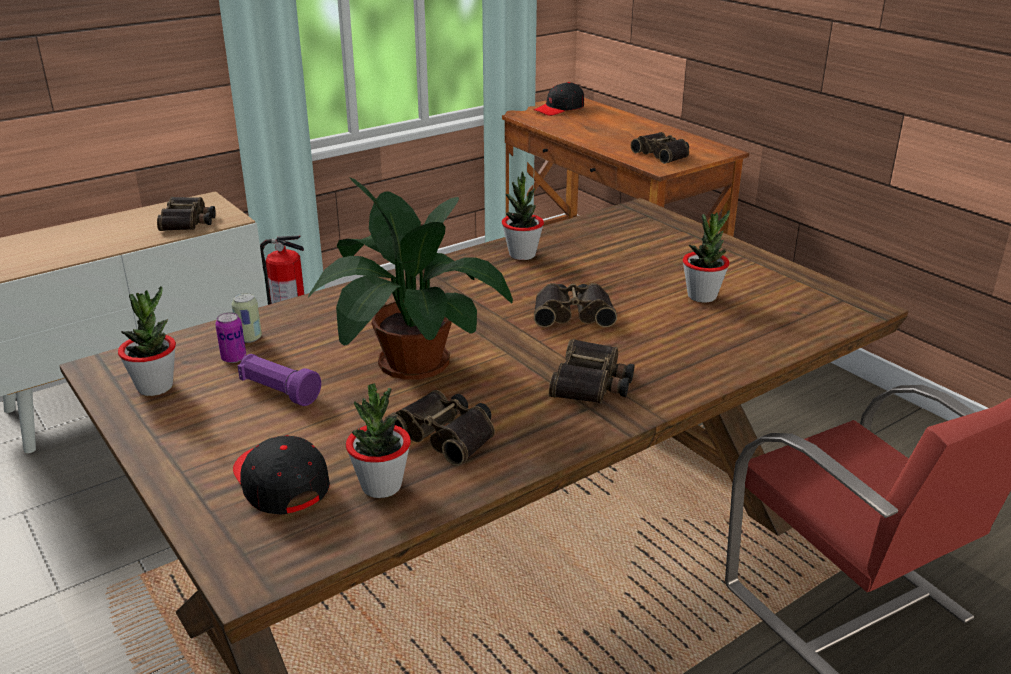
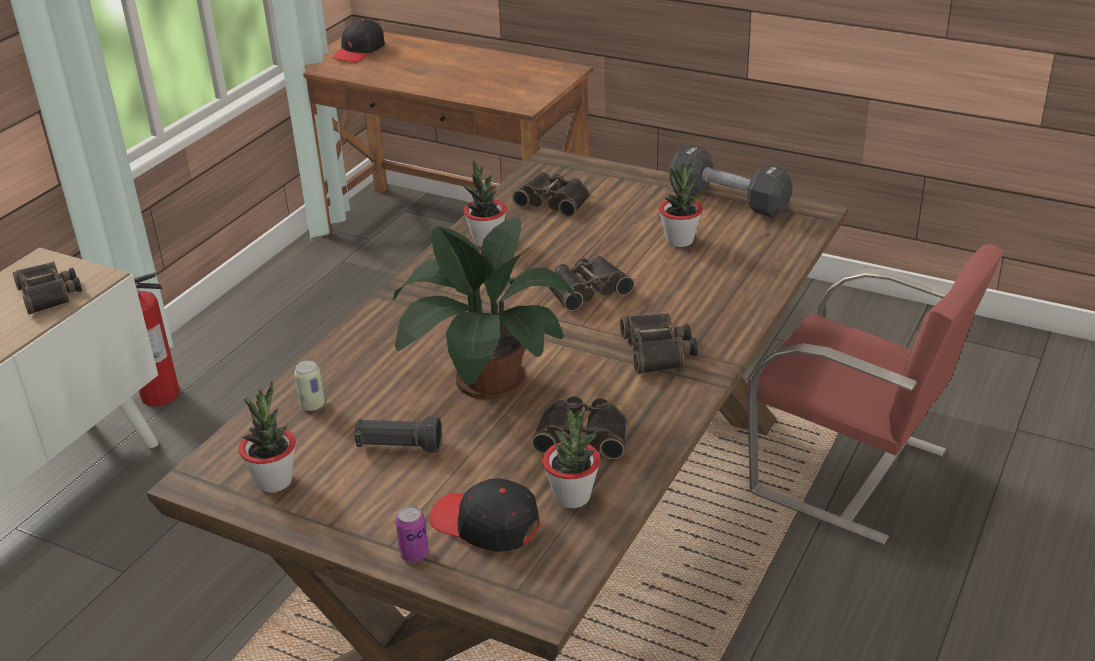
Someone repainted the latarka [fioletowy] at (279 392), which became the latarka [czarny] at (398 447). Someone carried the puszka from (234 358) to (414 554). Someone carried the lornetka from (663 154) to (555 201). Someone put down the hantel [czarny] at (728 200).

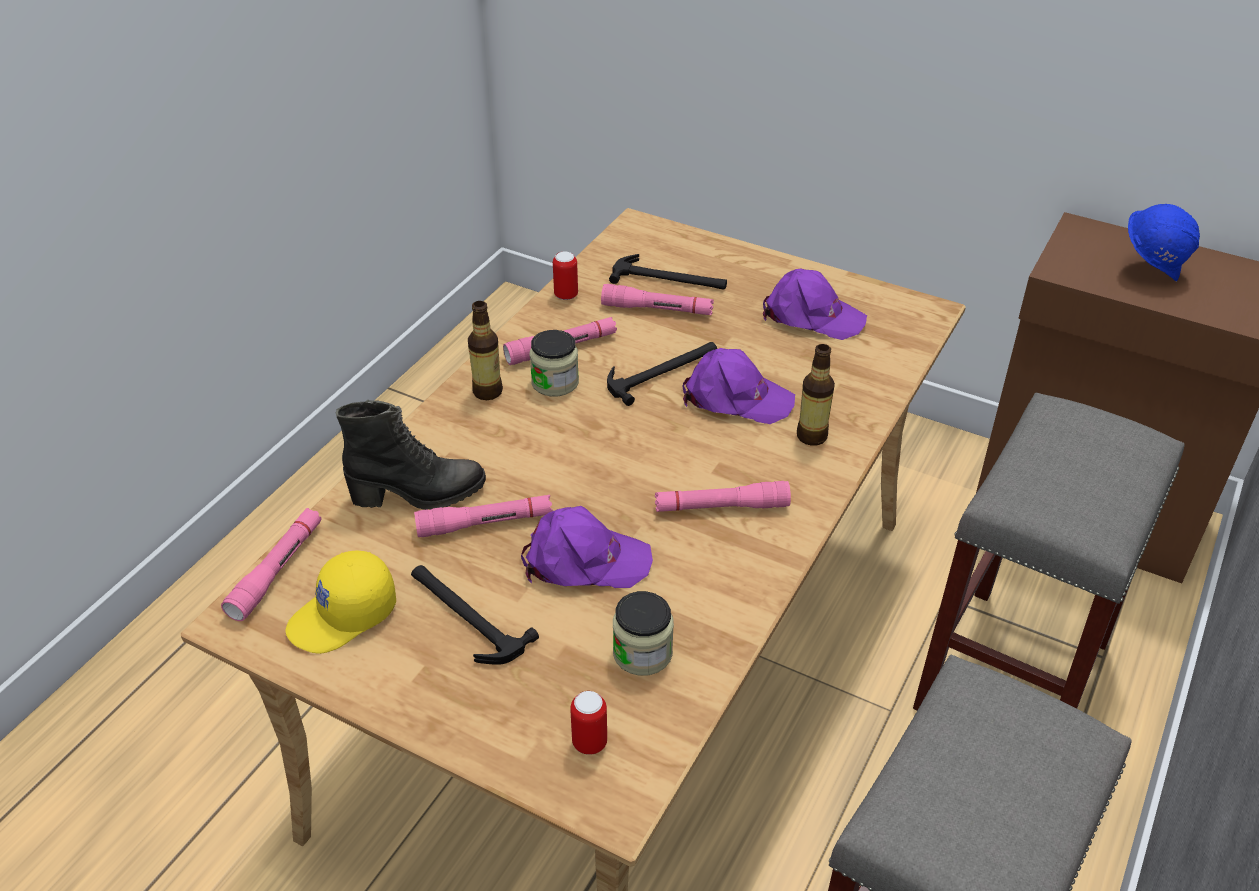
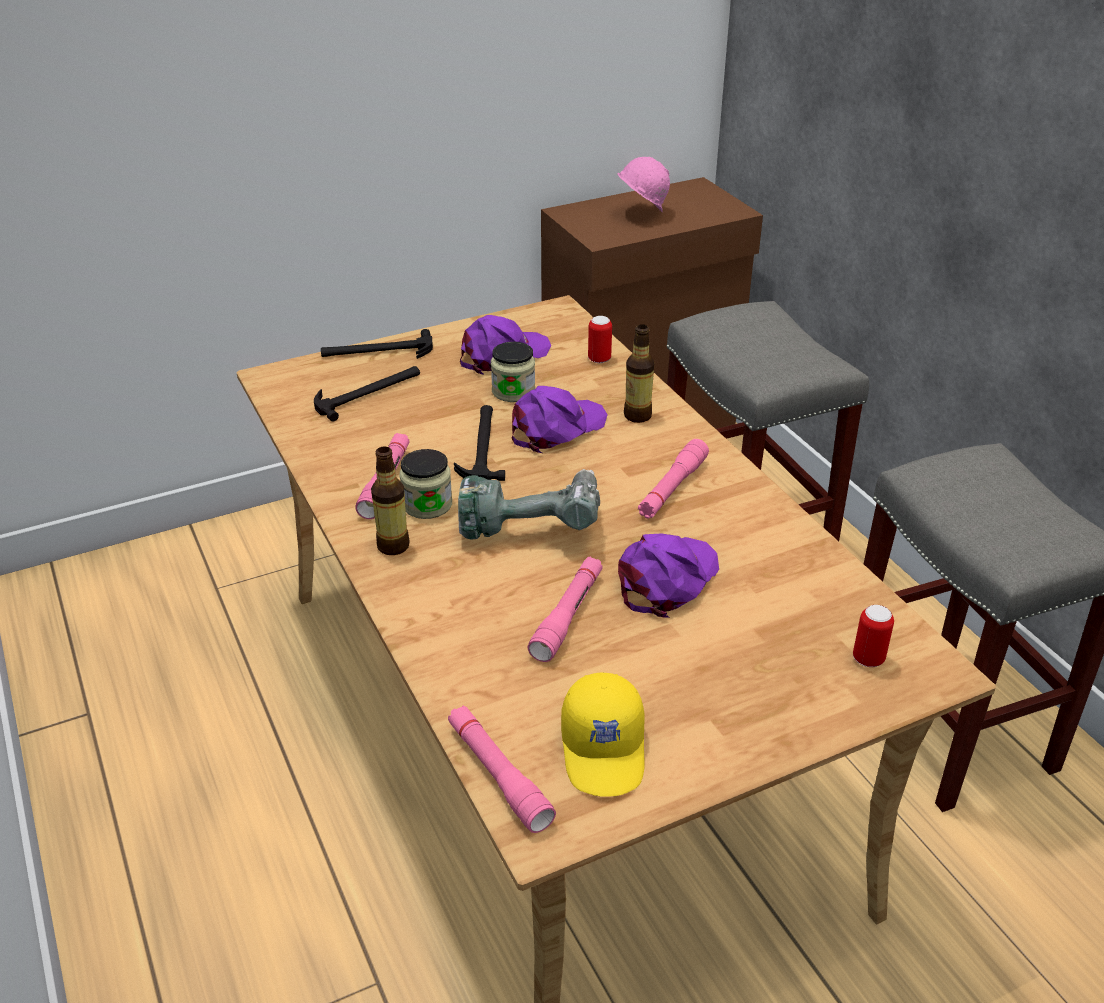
Someone carried the młotek from (464 615) to (377 351). Someone put down the wiertarka at (530 523). Someone carried the słoik from (642 653) to (513 391). Someone carried the puszka from (566 295) to (599 359). Someone repainted the kask [niebieski] at (1150 270), which became the kask [różowy] at (640 214). Someone took away the but z cholewką [czarny] at (418 494). Someone took away the latarka [różowy] at (657 309).

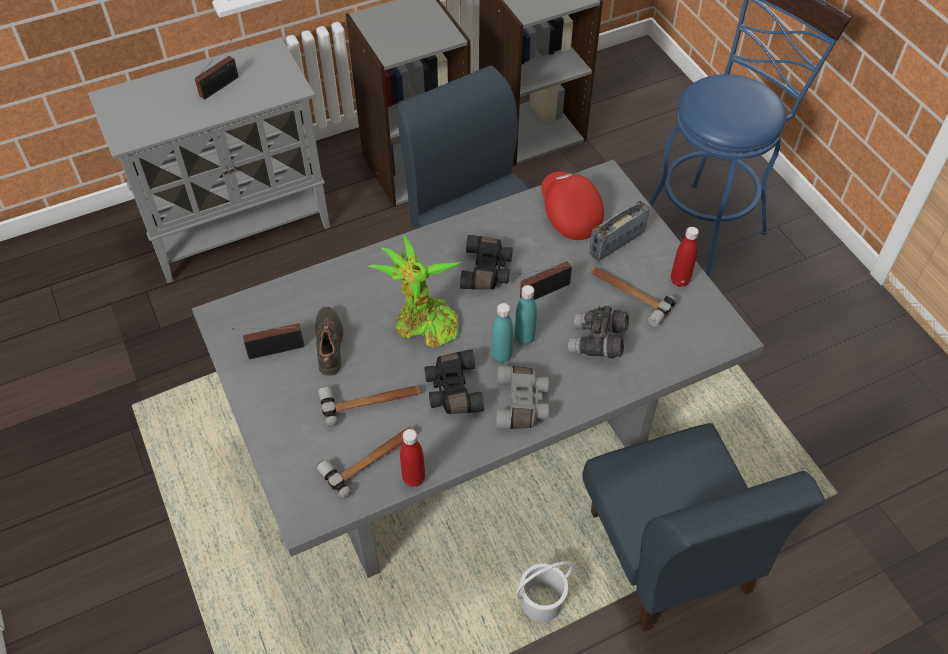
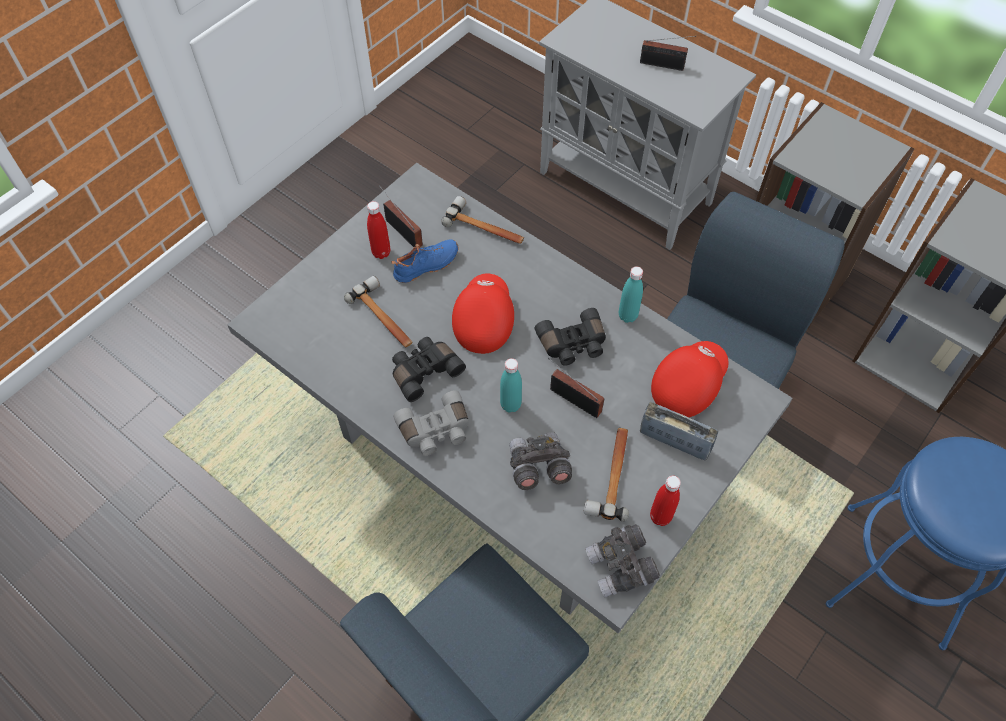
Someone carried the butelka [czerwony] from (414 478) to (381 252). Someone repainted the but [czarny] at (331 345), which became the but [niebieski] at (427 266). Someone carried the młotek from (371 458) to (485 228). Someone swapped the roślina doniczkowa at (423 325) for the czapka z daszkiem [czerwony] at (483 321). Someone put down the lornetka [szary] at (621 567). Someone carried the butelka [turkusowy] from (501 355) to (627 316). Someone took away the wiadro [biały] at (542 603).

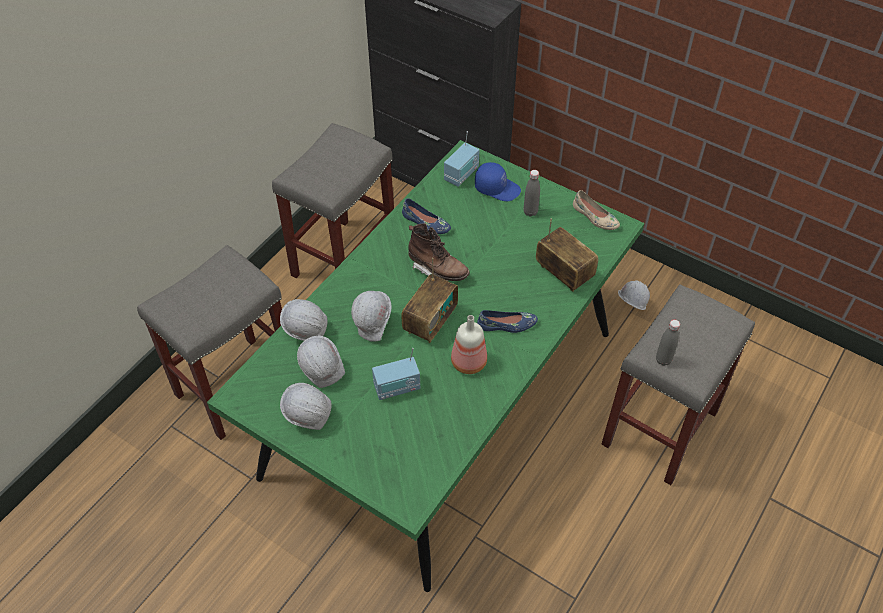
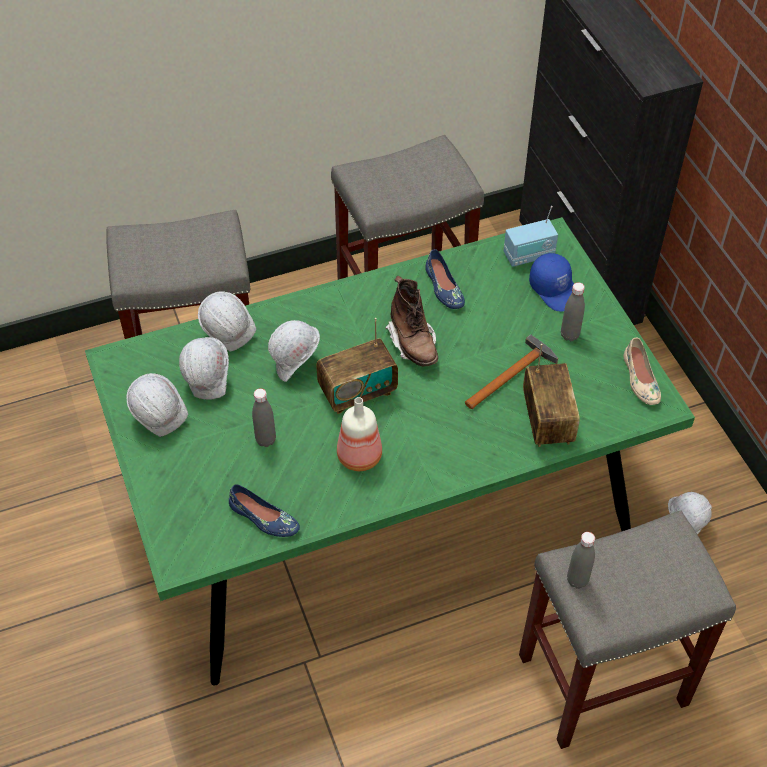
Someone carried the but [niebieski] from (507 325) to (263 518). Someone swapped the radio at (397 388) for the butelka [szary] at (266 440). Someone put down the młotek at (512 375).

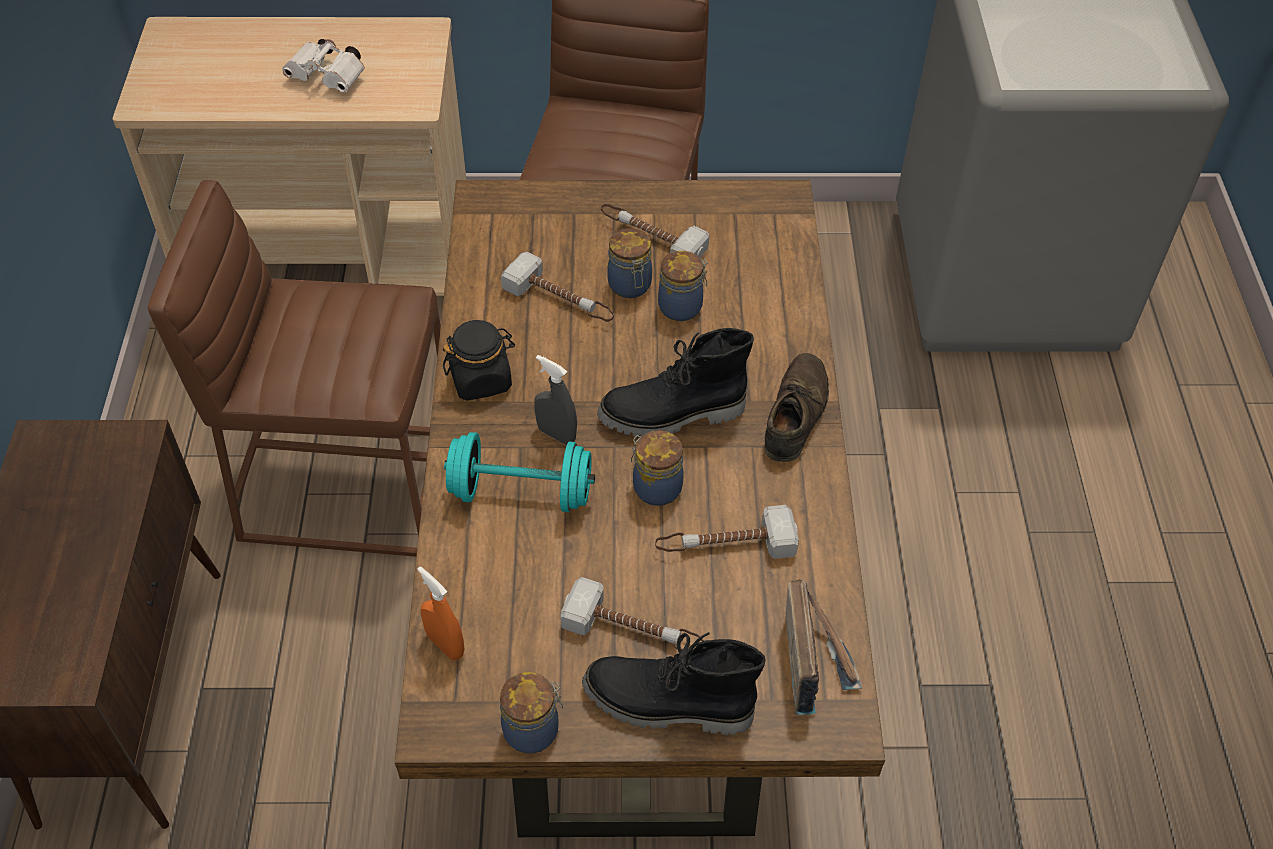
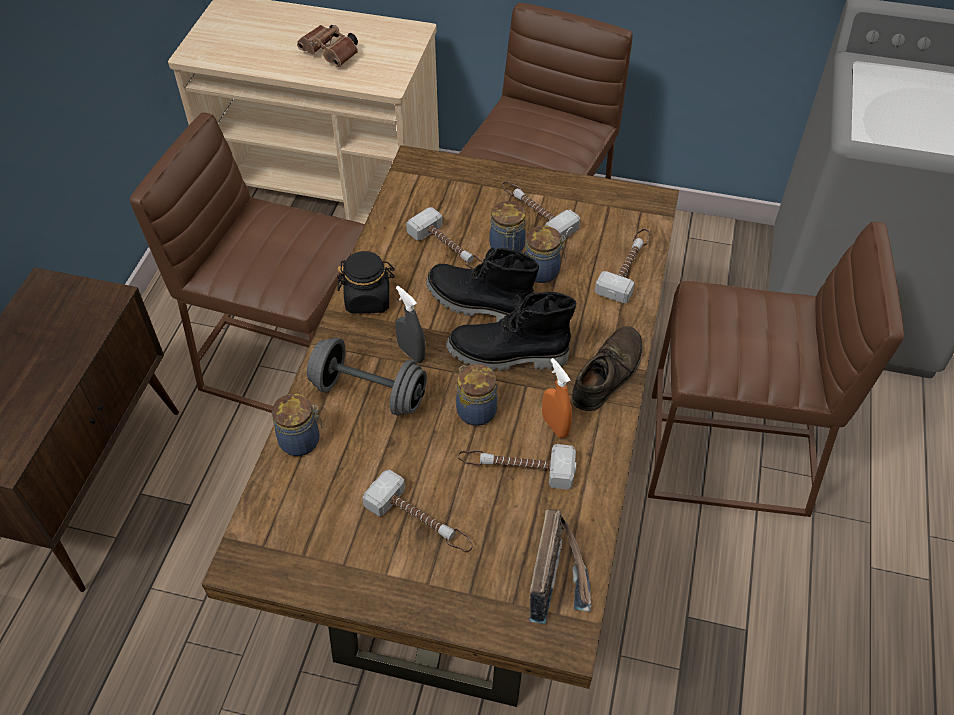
Someone carried the słoik from (533 729) to (301 441). Someone repainted the lornetka [biały] at (329 78), which became the lornetka [brązowy] at (332 55). Someone repainted the hantel [turkusowy] at (521 492), which became the hantel [szary] at (369 393). Someone carried the but z cholewką [czarny] from (667 706) to (478 305). Someone carried the spryskiwacz [pomarańczowy] from (445 645) to (555 426). Someone put down the młotek at (627 267). Someone put down the stołek [brązowy] at (729 455).

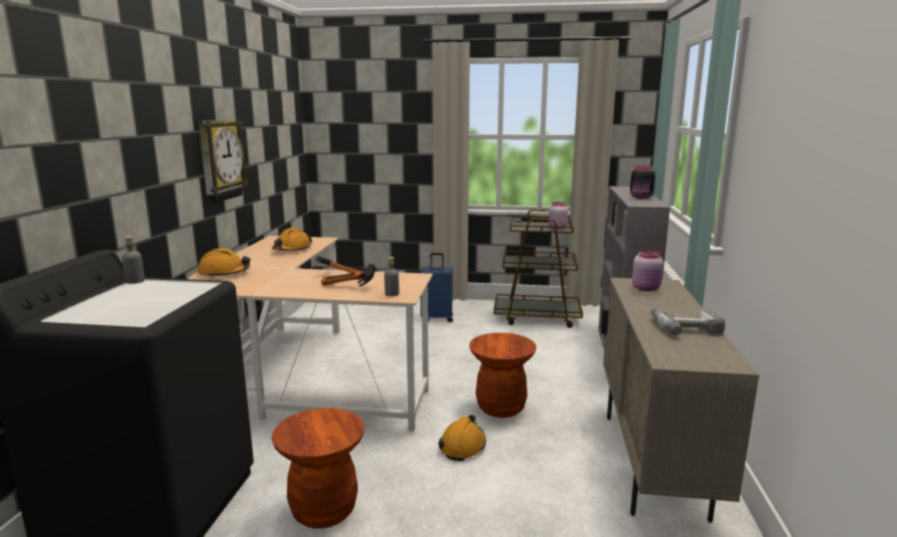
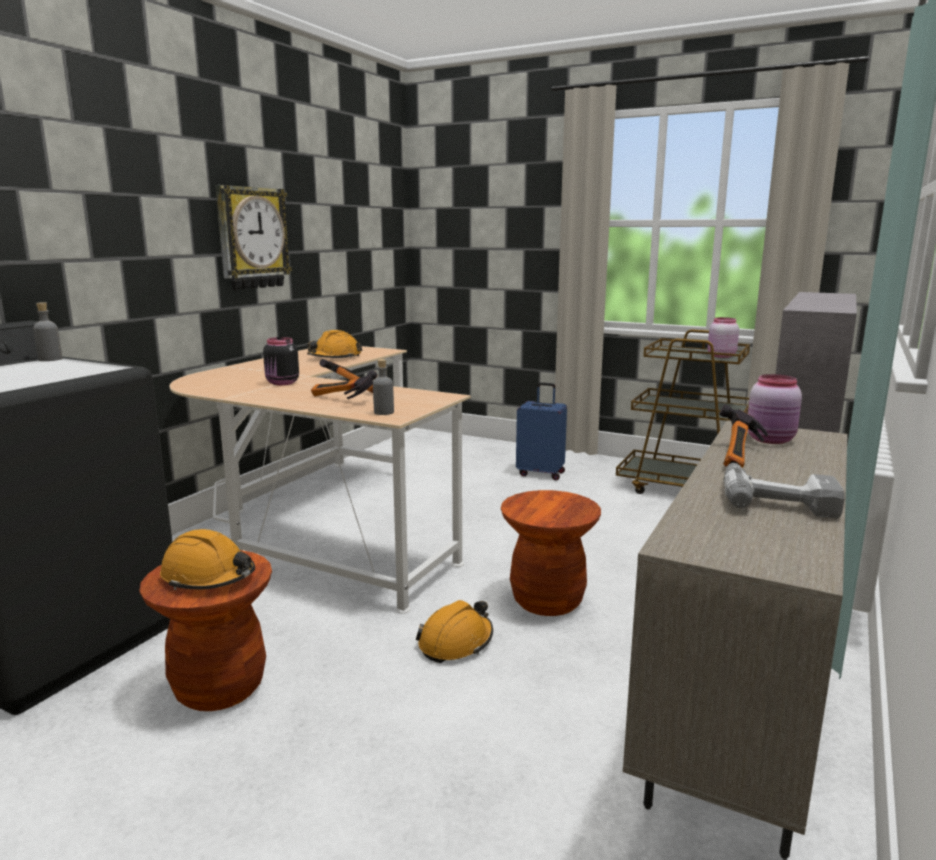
Someone carried the kask [pomarańczowy] from (224 273) to (209 577). Someone carried the słoik [czarny] from (641 197) to (282 383). Someone put down the młotek at (742 457).

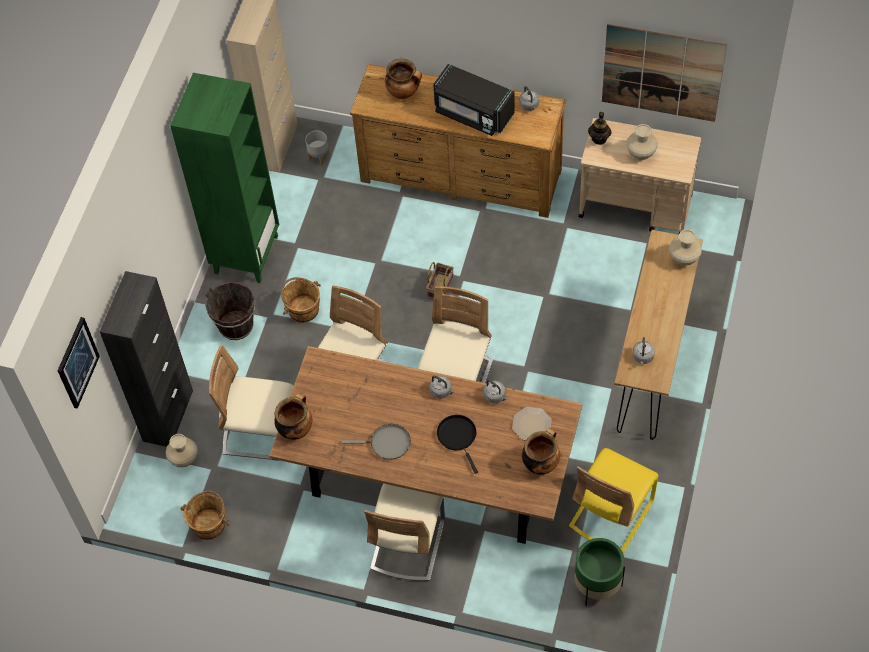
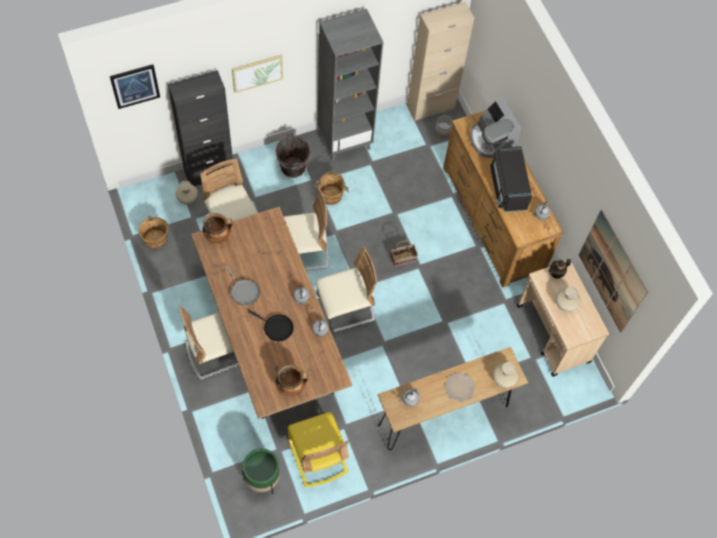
Someone put up the obraz at (257 72). Someone rotated the patelnia [czarny] at (458 437) by 90 degrees clockwise. Someone rotated the krzesło [żółty] at (611 513) by 105 degrees counterclockwise. Someone repainted the regał [zielony] at (246 254), which became the regał [szary] at (345 141). Someone carried the talerz from (532 424) to (460 388). Someone swapped the garnek at (404 93) for the ekspres do kawy at (491 140).

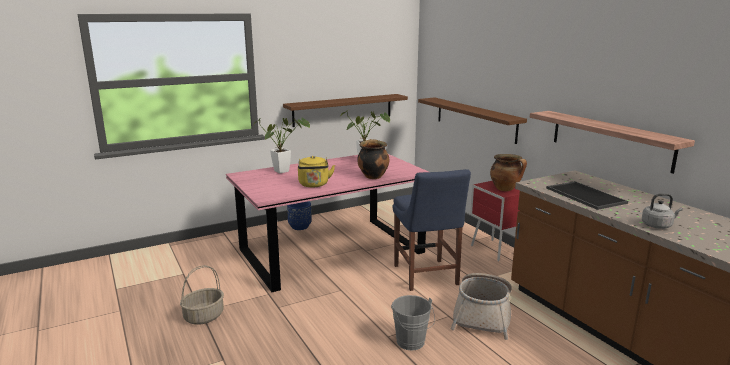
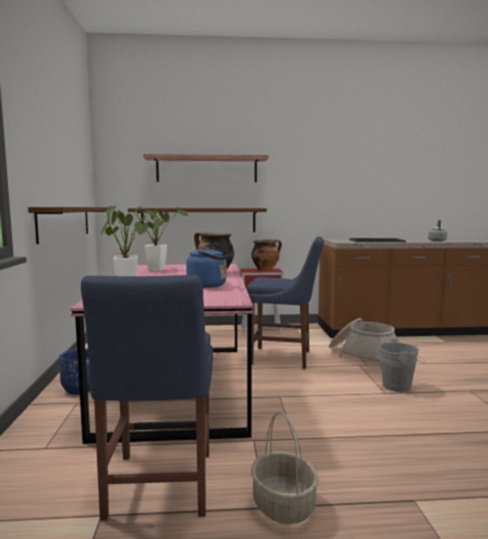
Someone put down the krzesło [niebieski] at (158 488). Someone carried the półka from (610 139) to (206 169). Someone repainted the czajnik [żółty] at (314 185), which became the czajnik [niebieski] at (209 285).

